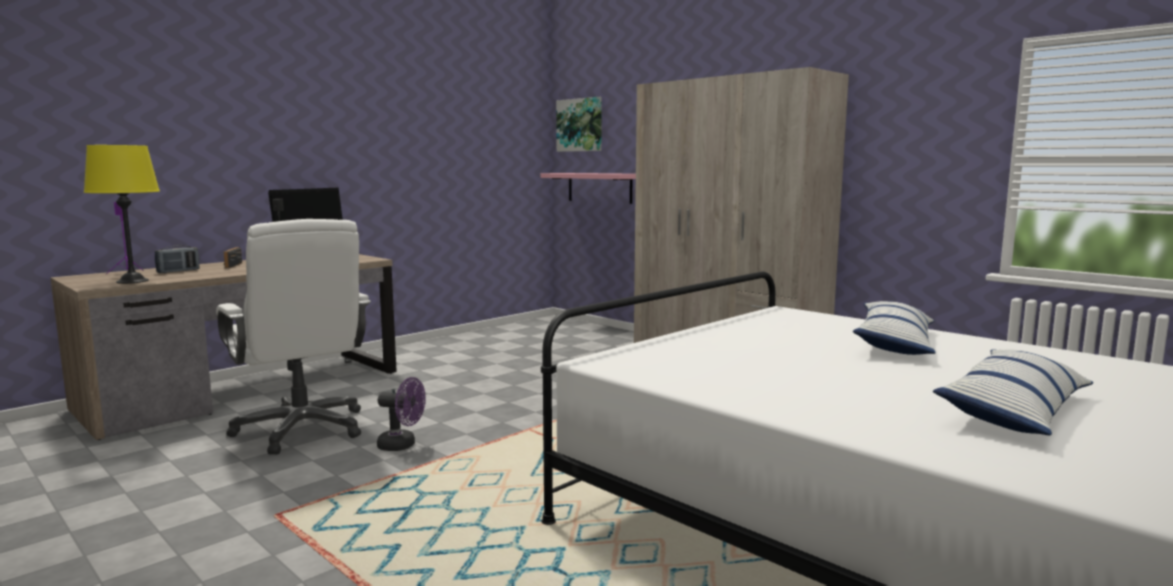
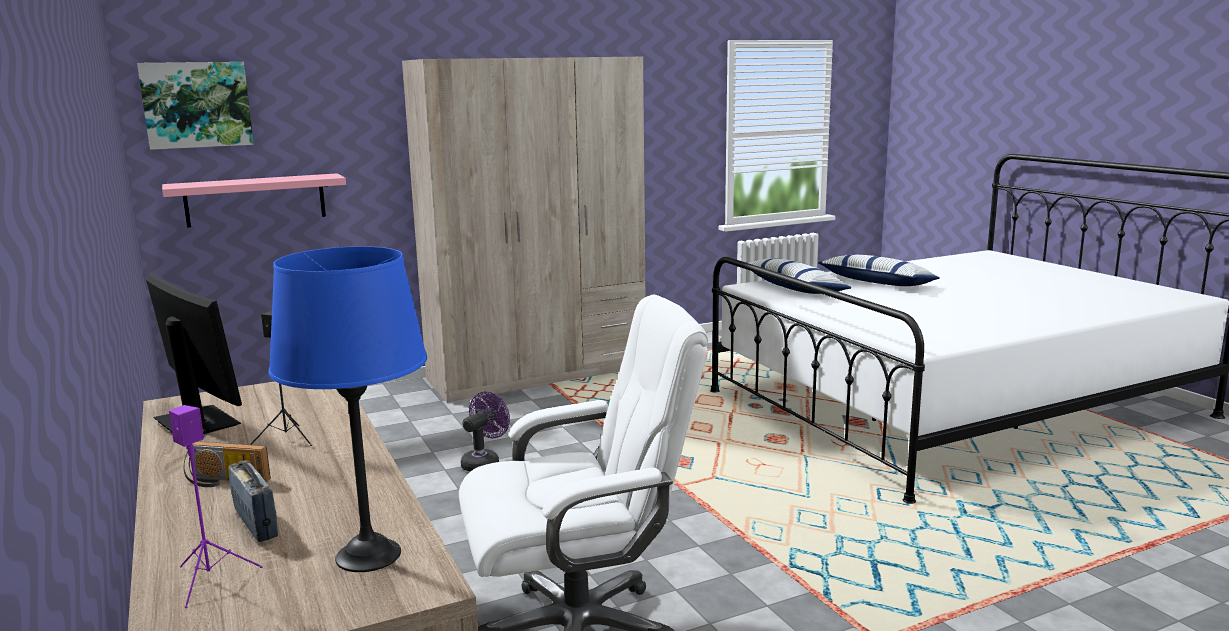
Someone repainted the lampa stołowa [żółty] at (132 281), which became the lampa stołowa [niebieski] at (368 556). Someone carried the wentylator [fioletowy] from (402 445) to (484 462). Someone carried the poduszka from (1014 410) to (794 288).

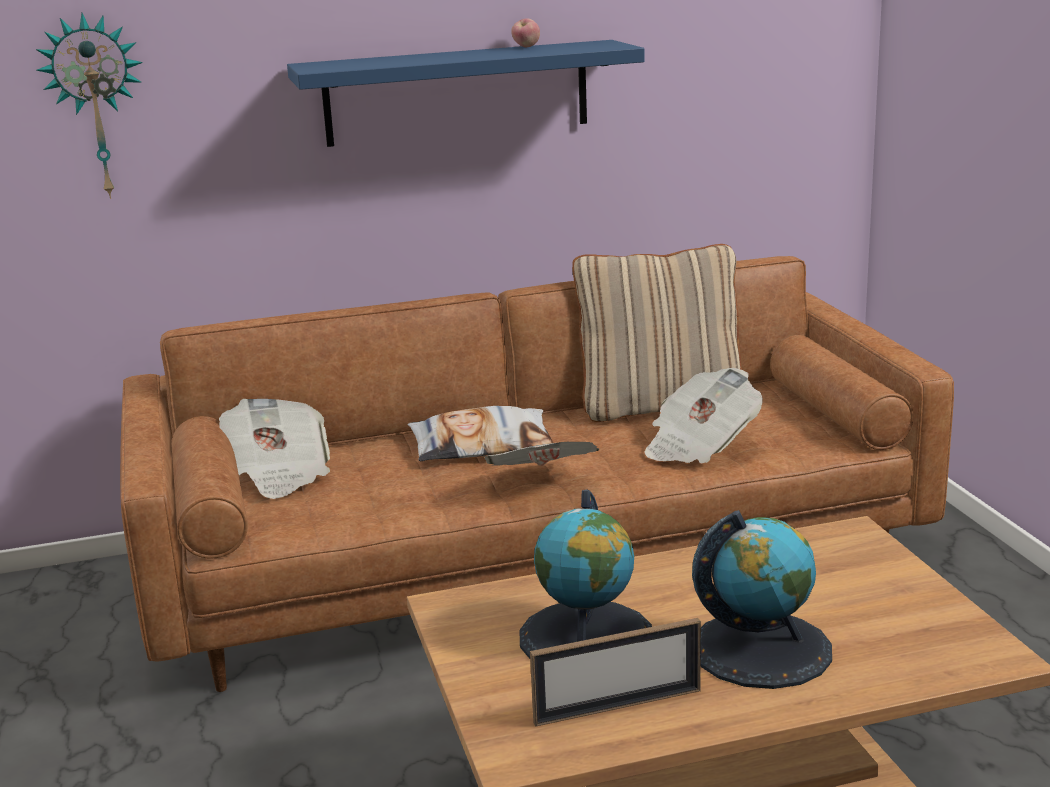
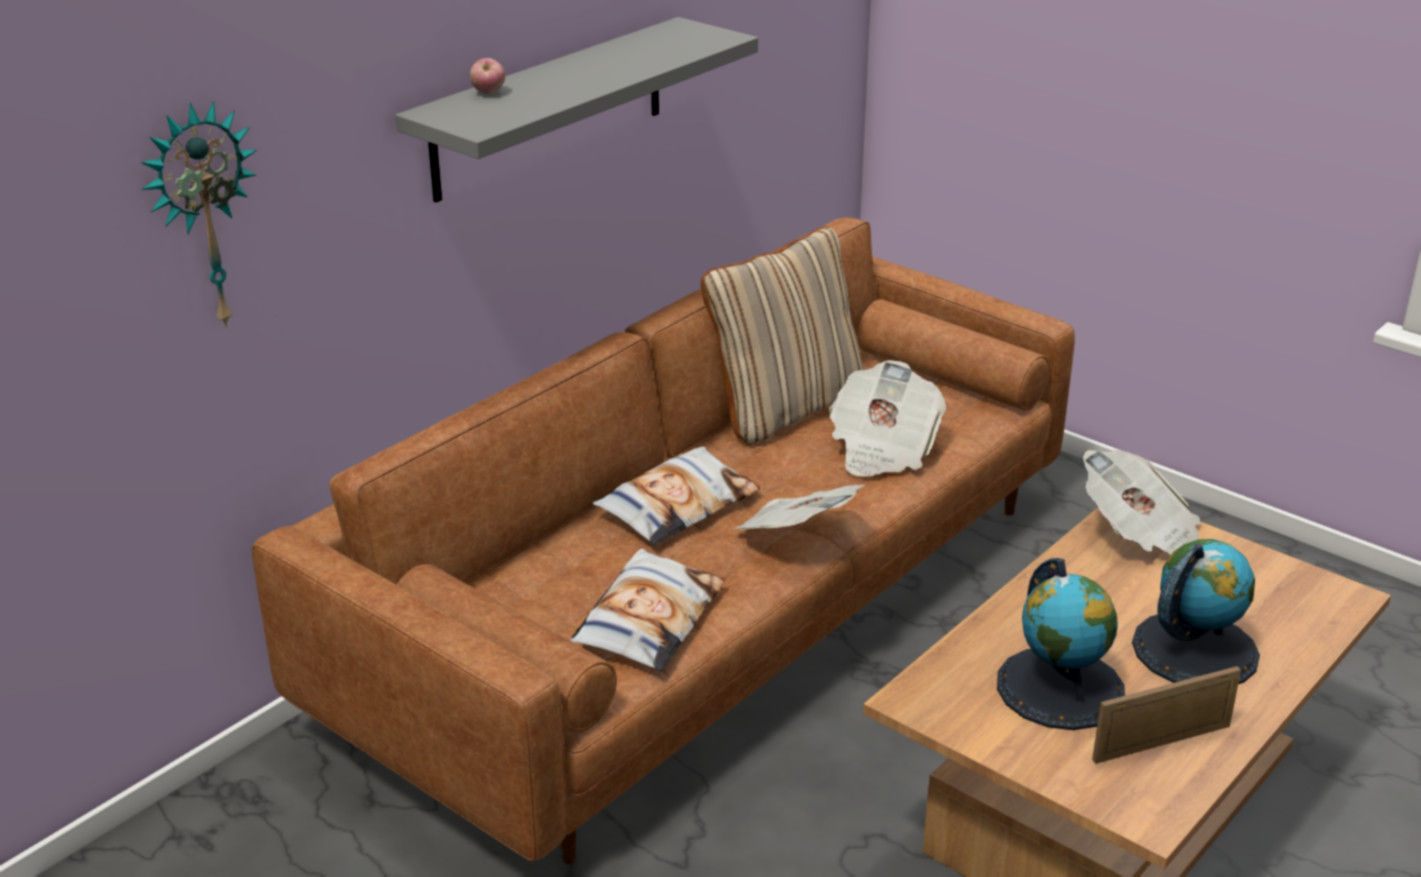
Someone repainted the półka [niebieski] at (457 93), which became the półka [szary] at (549 108). Someone carried the jabłko from (526 47) to (488 93). Someone put down the poduszka at (648 620). Someone carried the gazeta from (277 474) to (1140 536). Someone rotated the ramka na zdjęcie at (618 706) by 150 degrees counterclockwise.

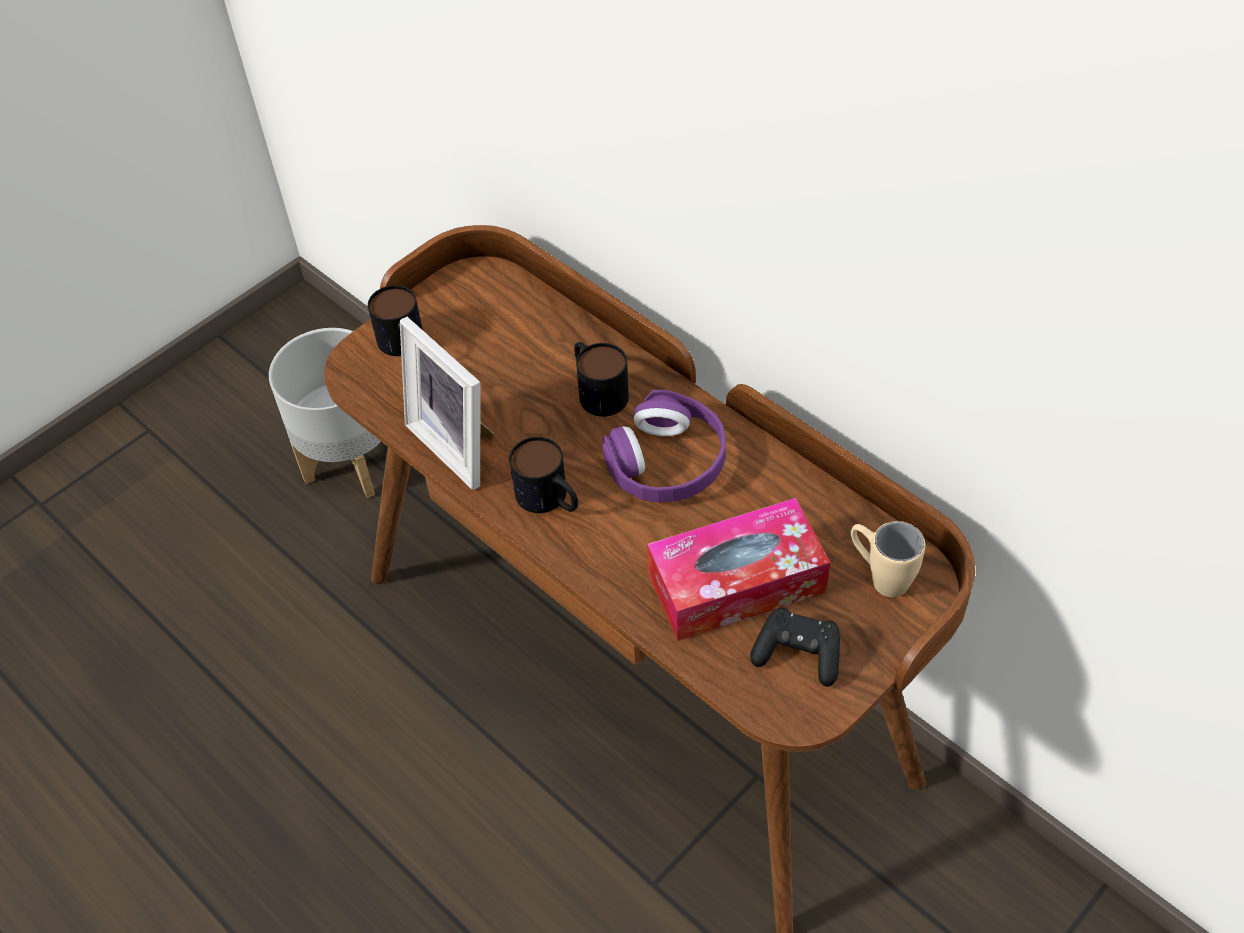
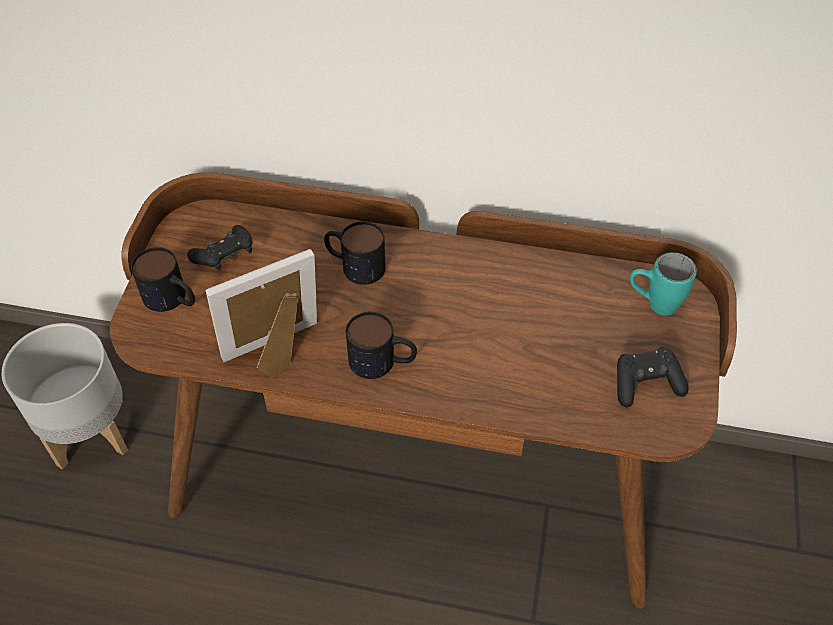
Someone put down the pad do gier [czarny] at (225 257). Someone rotated the ramka na zdjęcie at (459 444) by 135 degrees clockwise. Someone repainted the kubek [beżowy] at (879 576), which became the kubek [turkusowy] at (653 304). Someone took away the słuchawki [fioletowy] at (667 462). Someone took away the pudełko chusteczek at (736 583).

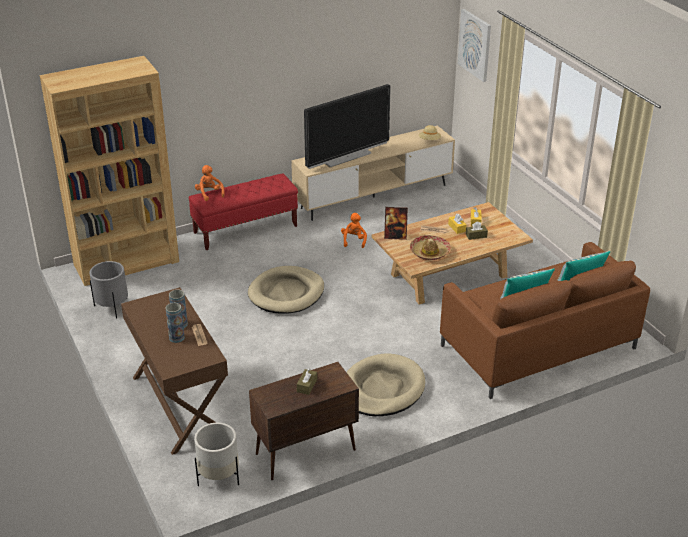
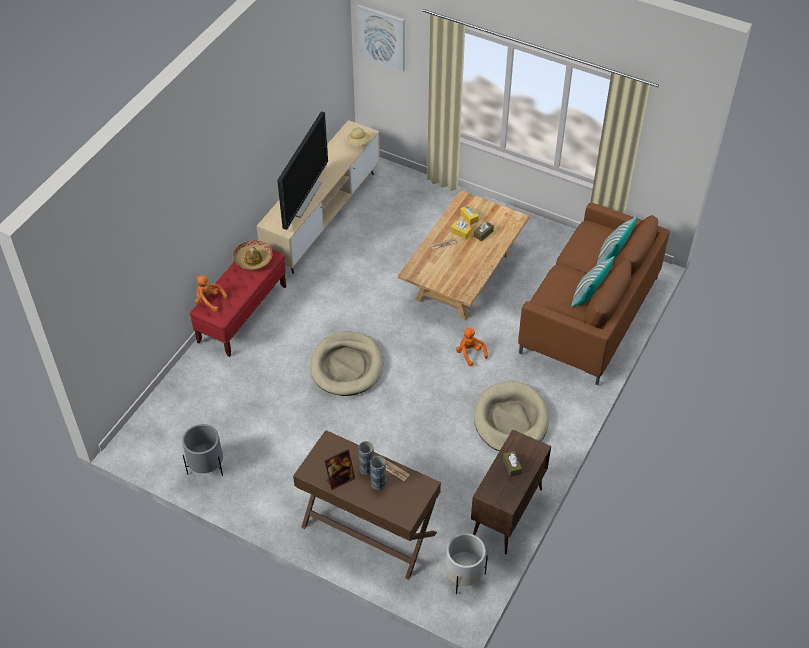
Someone carried the kapelusz from (429 252) to (253 259). Someone carried the ramka na zdjęcie from (395 236) to (340 479). Someone carried the pluszak [pomarańczowy] from (354 240) to (470 353). Someone took away the regał [brązowy] at (127 263).

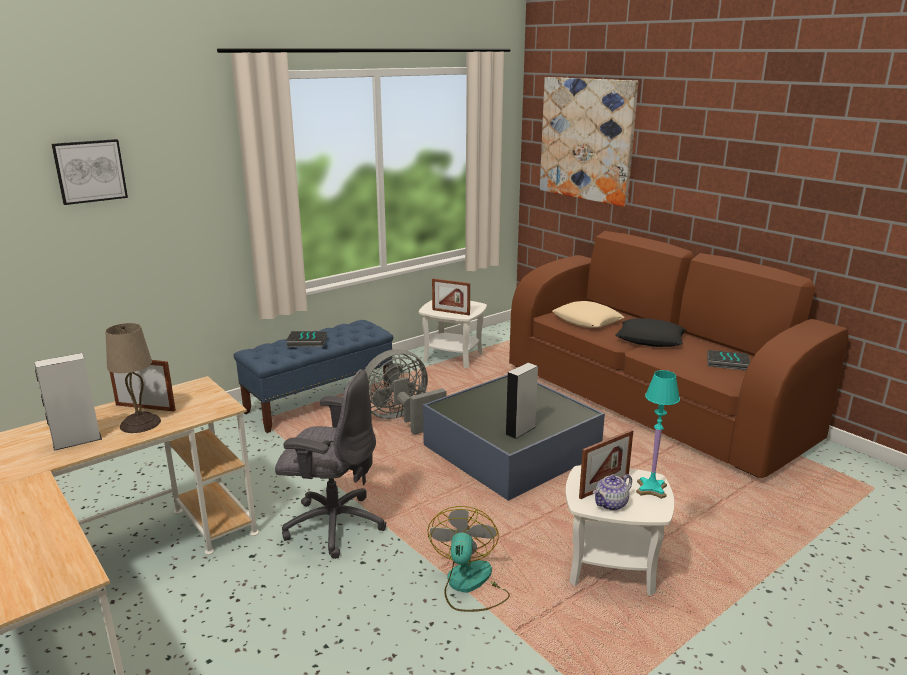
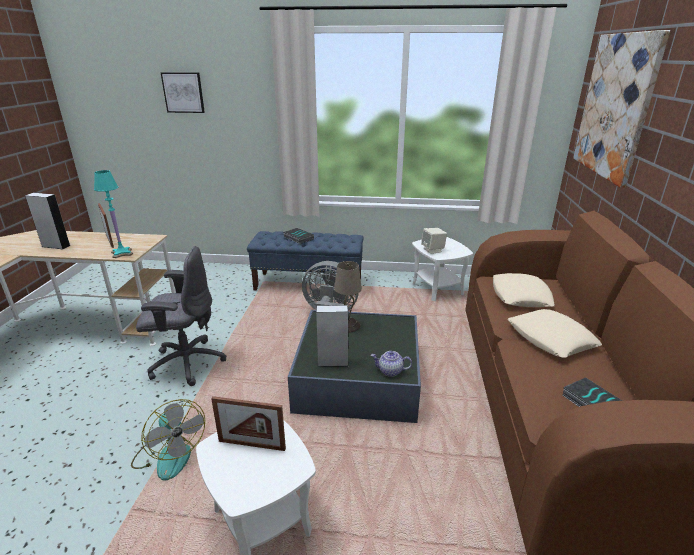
Someone carried the lampa stołowa [turkusowy] from (651 488) to (122 253). Someone rotated the wentylator at (469 585) by 90 degrees clockwise. Someone rotated the krzesło biurowe [szary] at (333 524) by 60 degrees counterclockwise. Someone carried the lampa stołowa [beżowy] from (141 423) to (348 325). Someone carried the imbryk from (611 504) to (390 371). Someone swapped the ramka na zdjęcie at (451 312) for the głośnik [beżowy] at (433 250). Someone repainted the poduszka [czarny] at (650 339), which became the poduszka [beżowy] at (550 338).

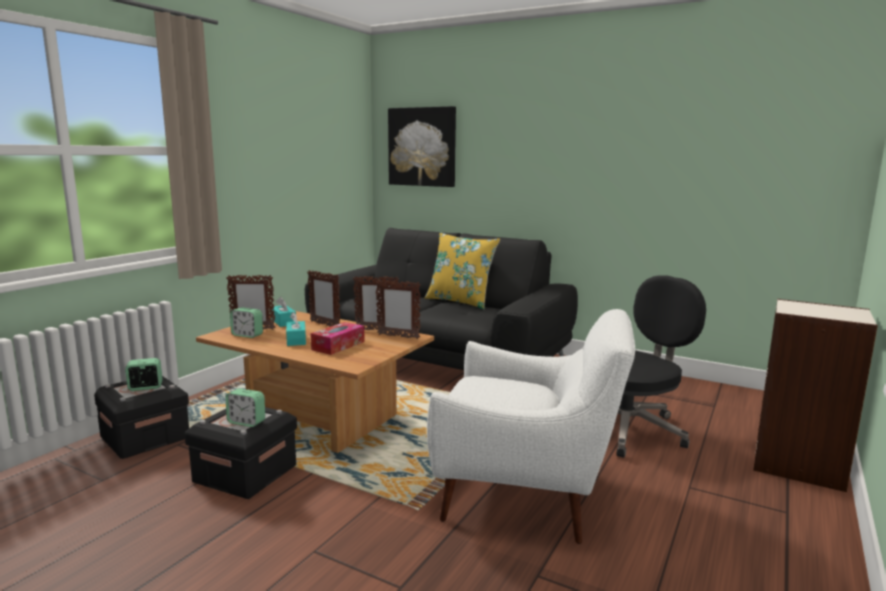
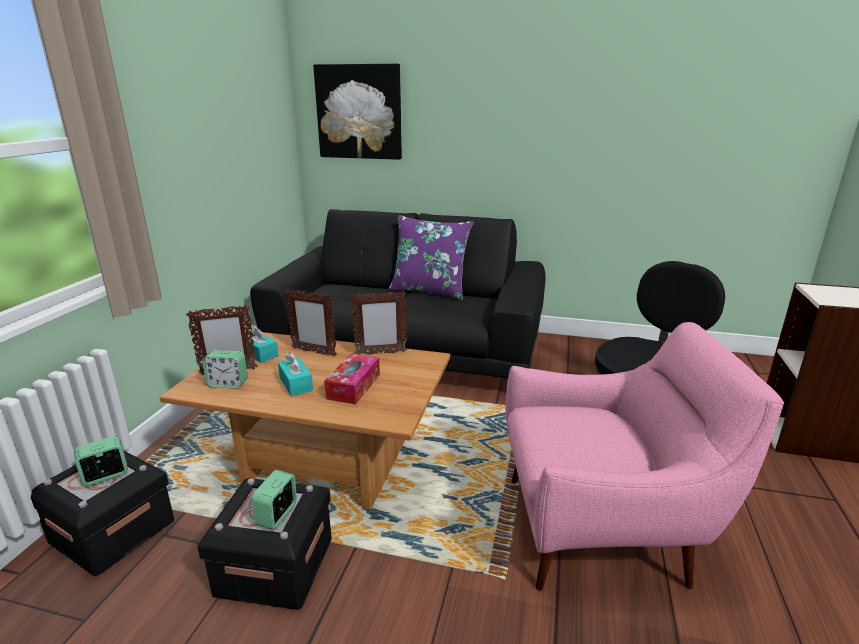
Someone rotated the budzik at (246 422) by 105 degrees clockwise. Someone repainted the poduszka [żółty] at (460 301), which became the poduszka [fioletowy] at (429 291). Someone repainted the fotel [biały] at (528 494), which became the fotel [różowy] at (602 528). Someone took away the ramka na zdjęcie at (398 336).

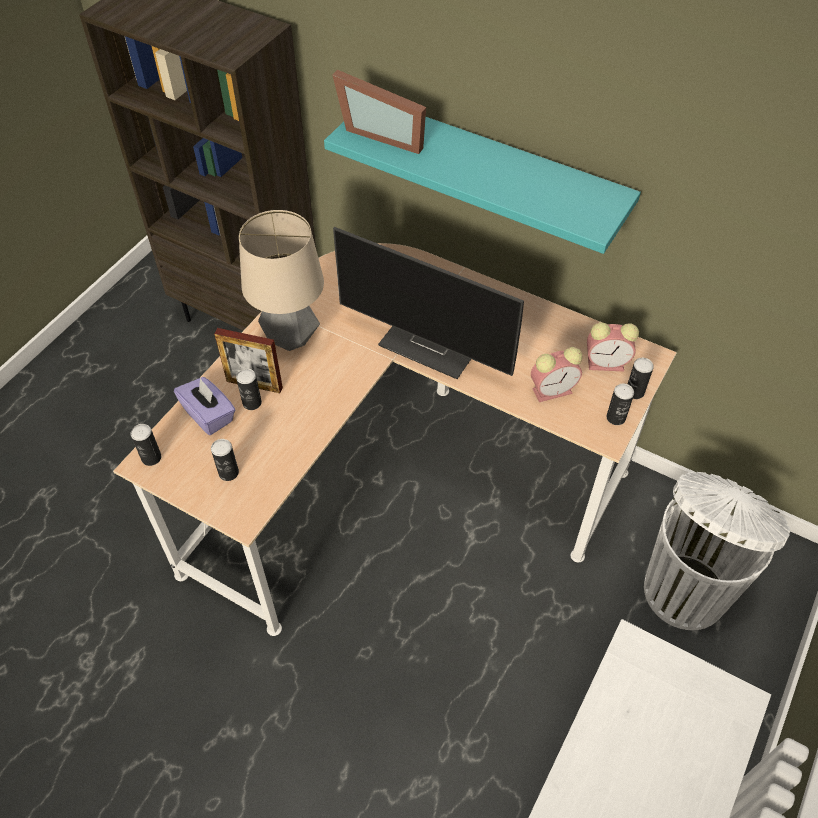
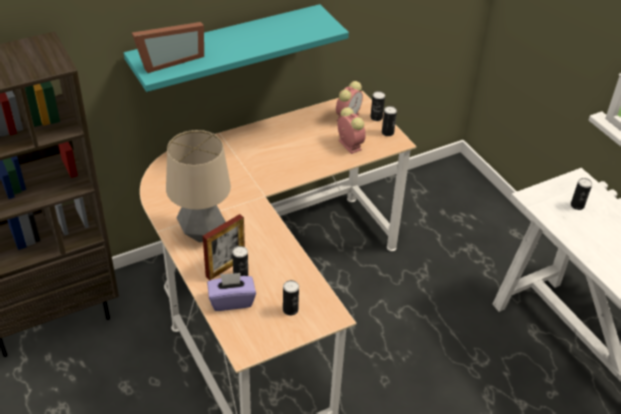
Someone rotated the budzik at (553 390) by 45 degrees counterclockwise. Someone carried the puszka from (151 458) to (577 205). Someone took away the monitor at (433 345). Someone took away the kosz na śmieci [biały] at (686 589).

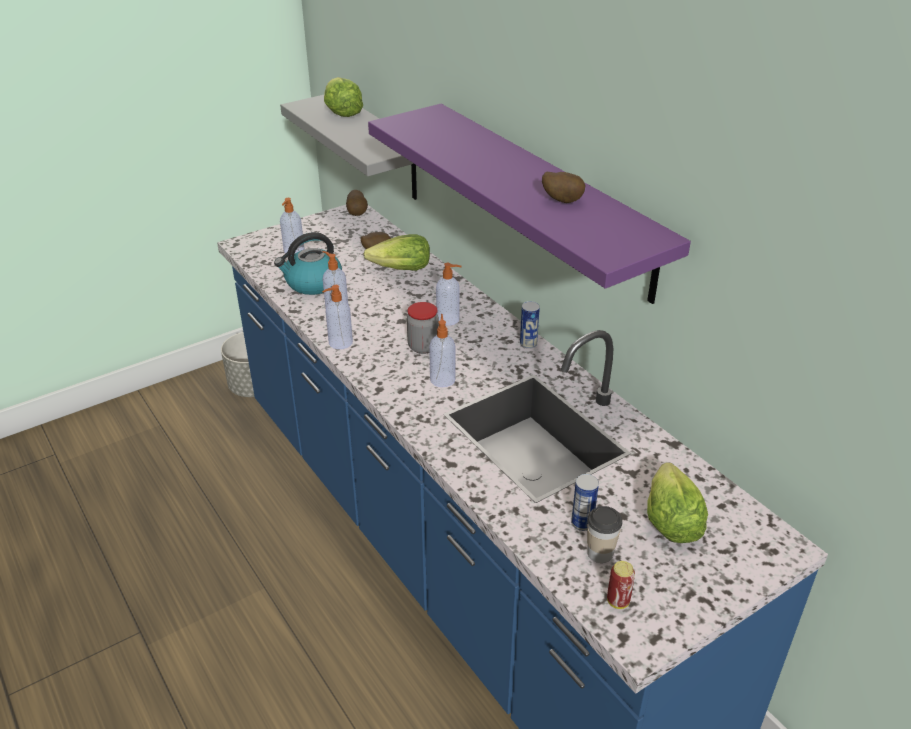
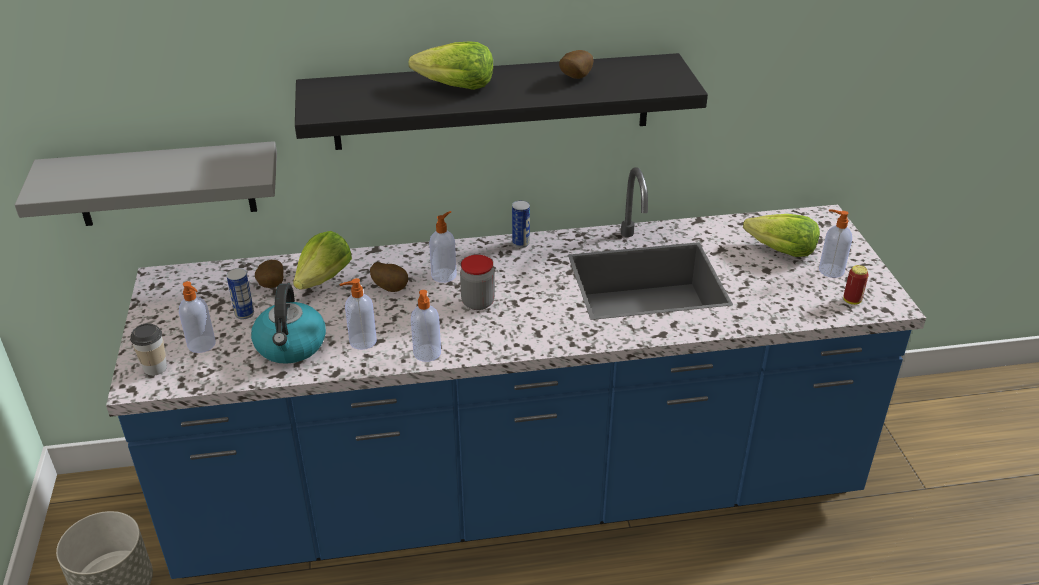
Someone carried the filiżanka from (600 553) to (155 368). Someone carried the puszka from (582 523) to (244 314). Someone repainted the półka [fioletowy] at (546 198), which became the półka [czarny] at (492 101). Someone carried the ziemniak from (357 213) to (391 288). Someone carried the sałata from (342 111) to (455 87). Someone carried the dozownik mydła from (442 379) to (830 270).

